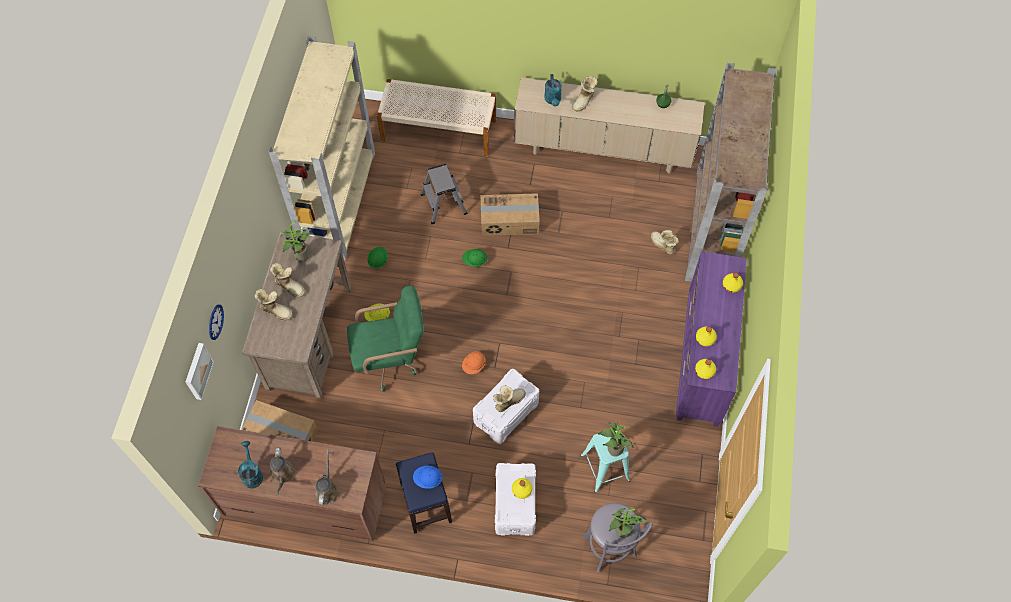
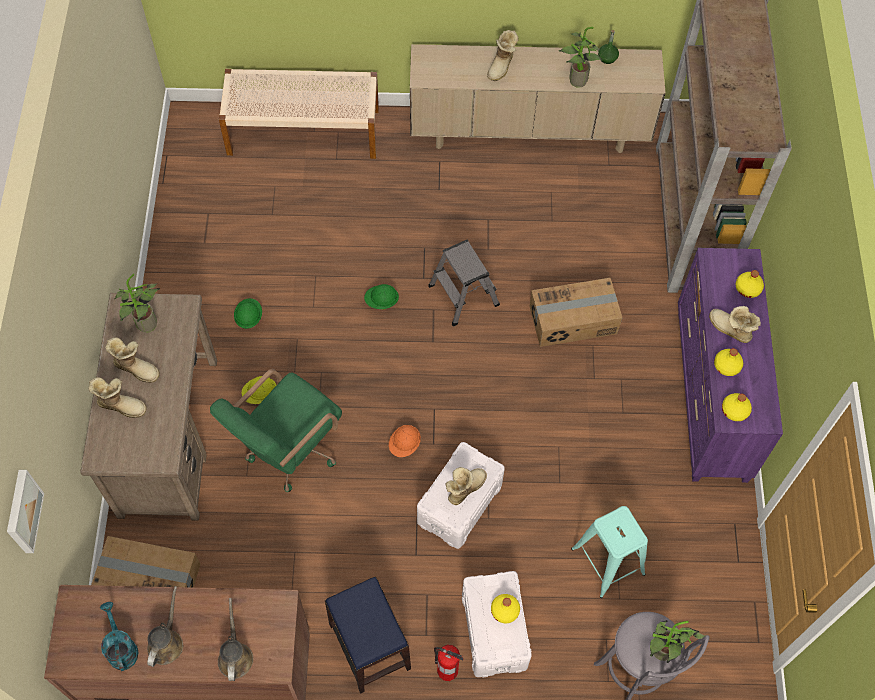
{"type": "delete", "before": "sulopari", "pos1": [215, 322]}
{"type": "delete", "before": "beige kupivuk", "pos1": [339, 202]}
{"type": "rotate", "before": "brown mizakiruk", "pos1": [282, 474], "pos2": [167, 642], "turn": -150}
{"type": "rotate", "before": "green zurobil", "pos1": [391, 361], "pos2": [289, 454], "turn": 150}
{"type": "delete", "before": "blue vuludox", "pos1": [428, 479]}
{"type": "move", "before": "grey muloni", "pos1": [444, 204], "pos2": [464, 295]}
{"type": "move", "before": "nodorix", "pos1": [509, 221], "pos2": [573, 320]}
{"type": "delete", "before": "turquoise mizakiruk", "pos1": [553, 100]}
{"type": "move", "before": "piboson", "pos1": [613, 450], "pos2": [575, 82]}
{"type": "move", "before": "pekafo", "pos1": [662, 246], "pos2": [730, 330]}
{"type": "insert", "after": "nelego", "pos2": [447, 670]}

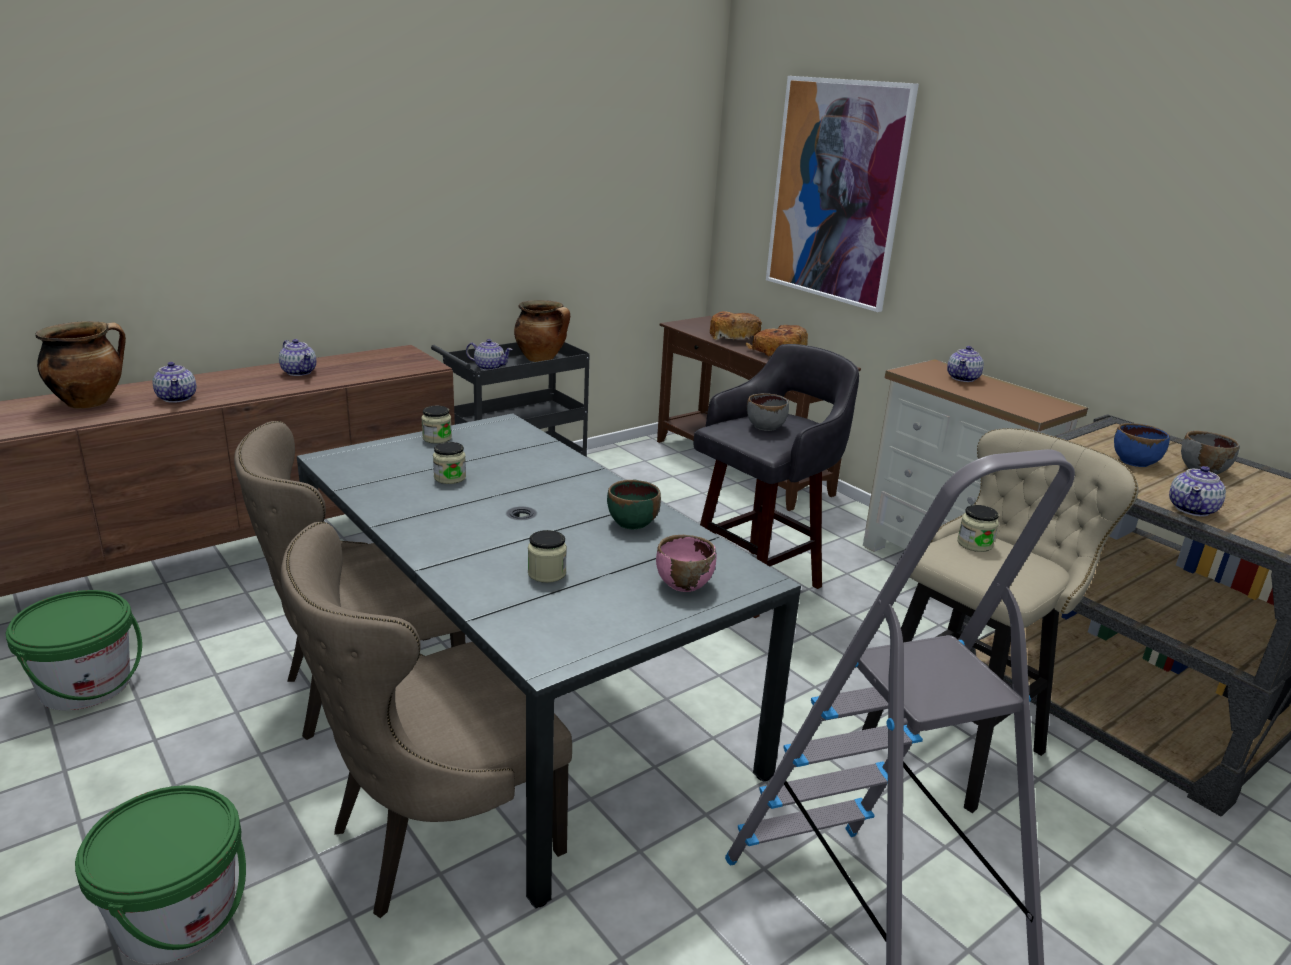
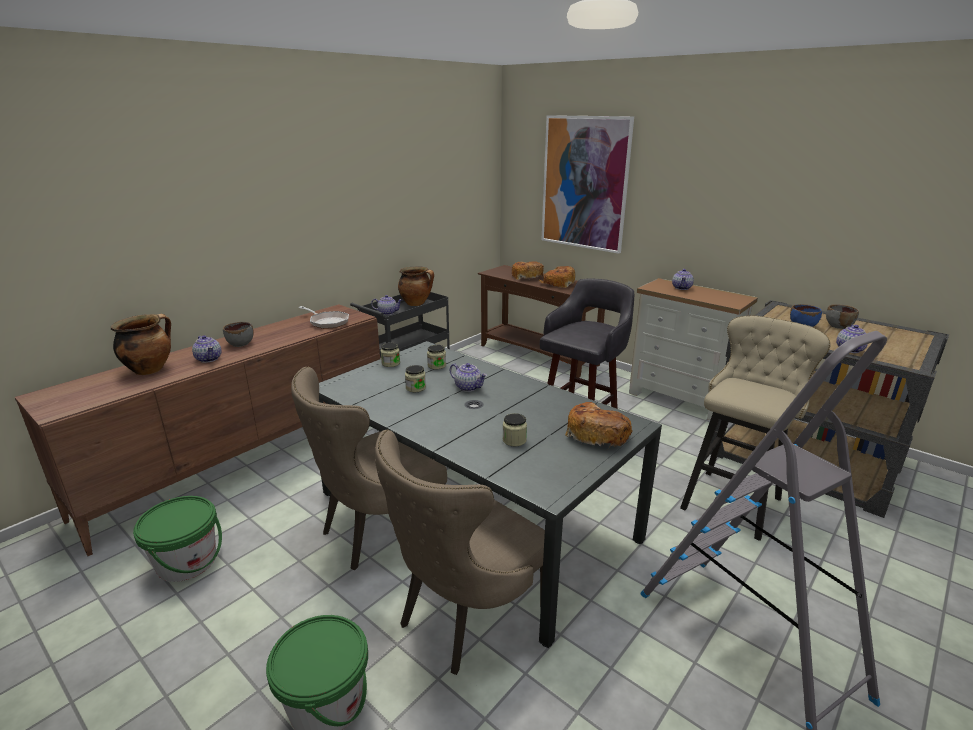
{"type": "move", "before": "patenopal", "pos1": [299, 372], "pos2": [468, 387]}
{"type": "delete", "before": "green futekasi", "pos1": [632, 523]}
{"type": "replace", "before": "pink futekasi", "after": "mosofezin", "pos1": [683, 583], "pos2": [597, 434]}
{"type": "move", "before": "grey futekasi", "pos1": [765, 426], "pos2": [240, 344]}
{"type": "move", "before": "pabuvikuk", "pos1": [974, 544], "pos2": [436, 365]}
{"type": "insert", "after": "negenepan", "pos2": [327, 322]}

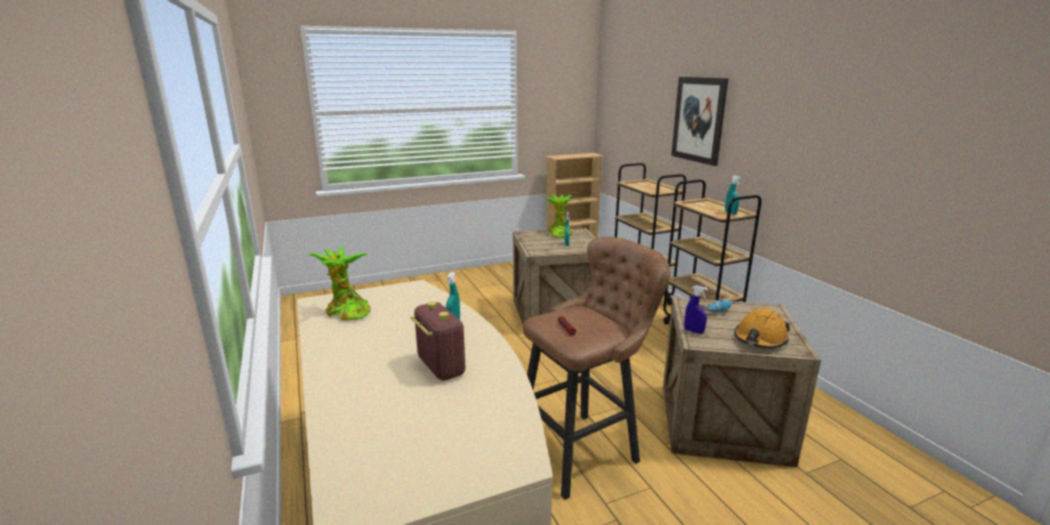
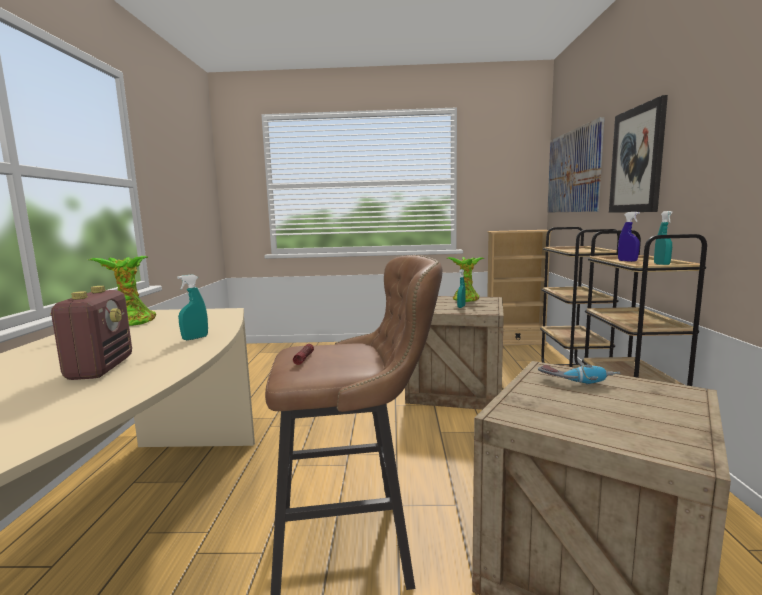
{"type": "move", "before": "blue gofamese", "pos1": [693, 331], "pos2": [627, 261]}
{"type": "delete", "before": "orange vuludox", "pos1": [760, 339]}
{"type": "insert", "after": "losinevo", "pos2": [573, 171]}

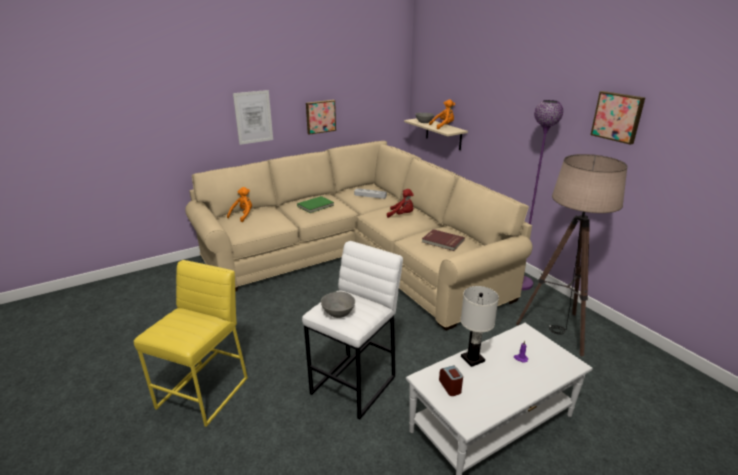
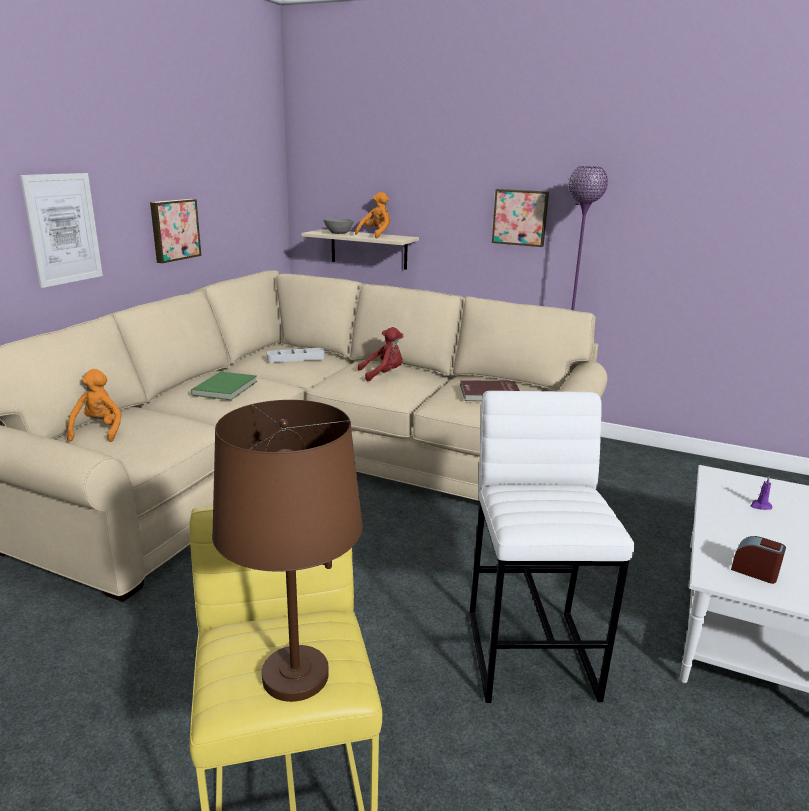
{"type": "delete", "before": "grey futekasi", "pos1": [338, 313]}
{"type": "delete", "before": "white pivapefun", "pos1": [472, 359]}
{"type": "delete", "before": "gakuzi", "pos1": [557, 330]}
{"type": "move", "before": "losinevo", "pos1": [618, 117], "pos2": [520, 217]}
{"type": "insert", "after": "brown pivapefun", "pos2": [294, 676]}

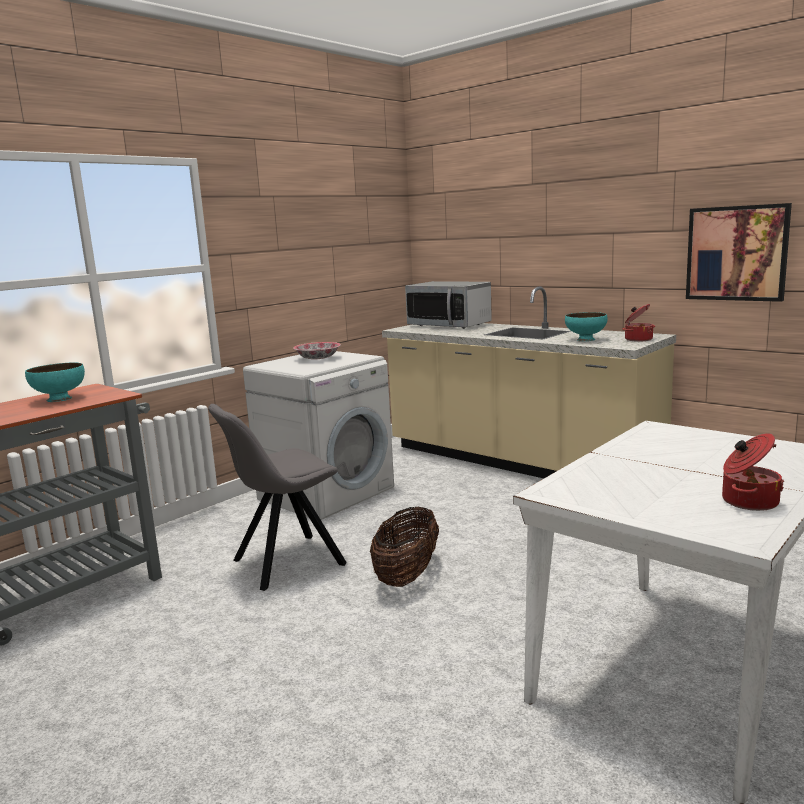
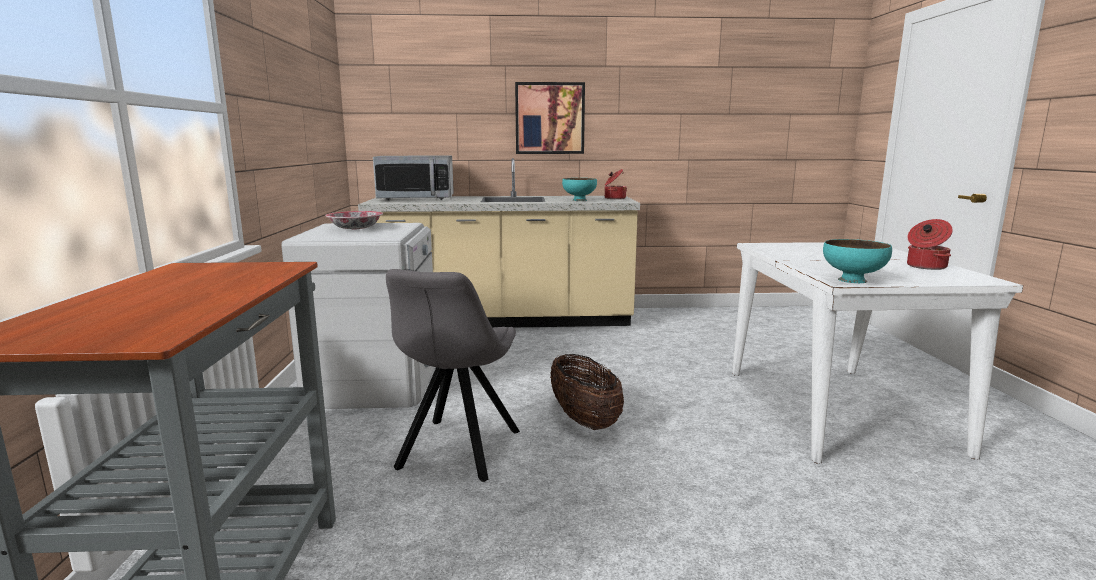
{"type": "move", "before": "turquoise futekasi", "pos1": [60, 399], "pos2": [853, 280]}
{"type": "move", "before": "losinevo", "pos1": [736, 253], "pos2": [549, 118]}

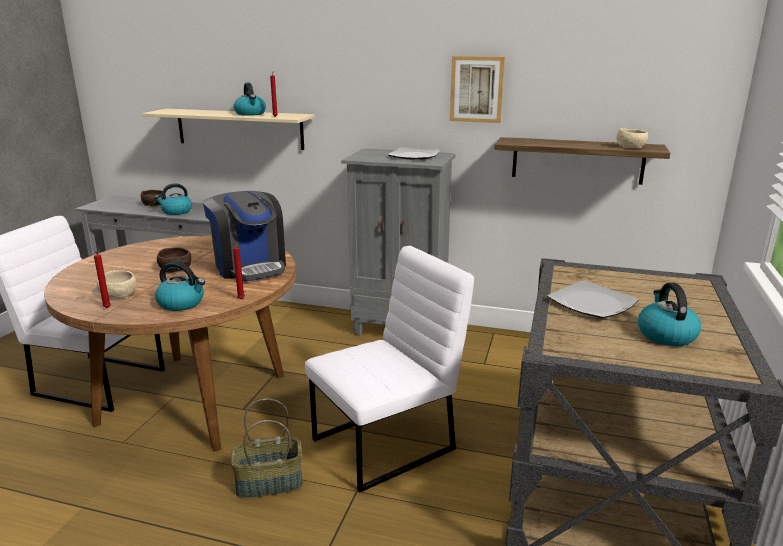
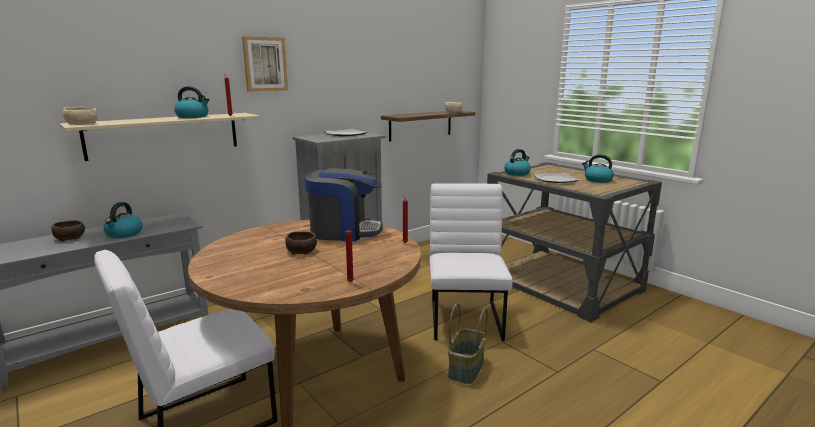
{"type": "move", "before": "beige futekasi", "pos1": [119, 295], "pos2": [83, 124]}
{"type": "move", "before": "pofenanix", "pos1": [182, 303], "pos2": [517, 173]}
{"type": "move", "before": "losinevo", "pos1": [477, 89], "pos2": [265, 64]}

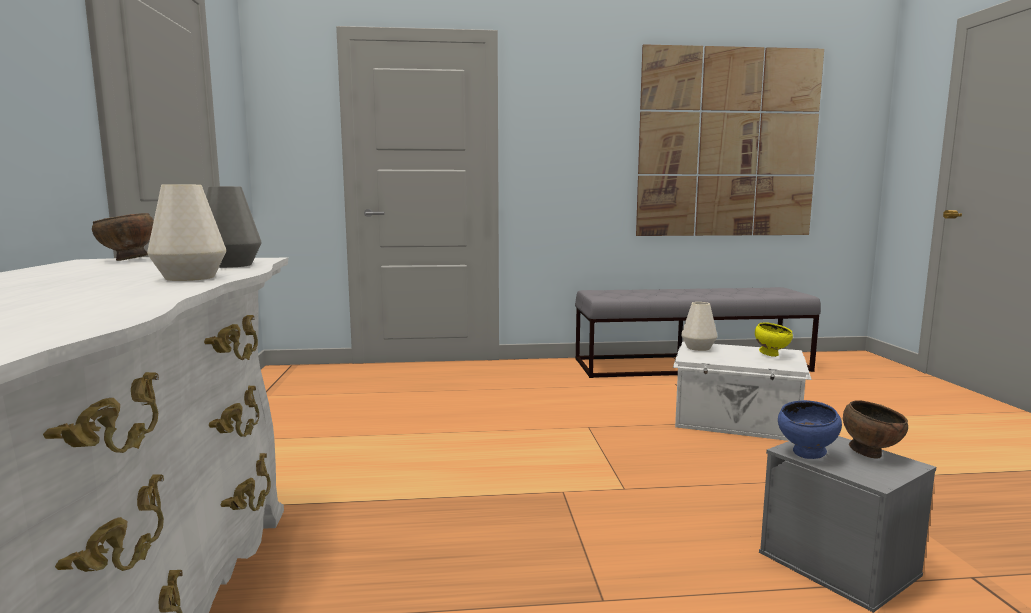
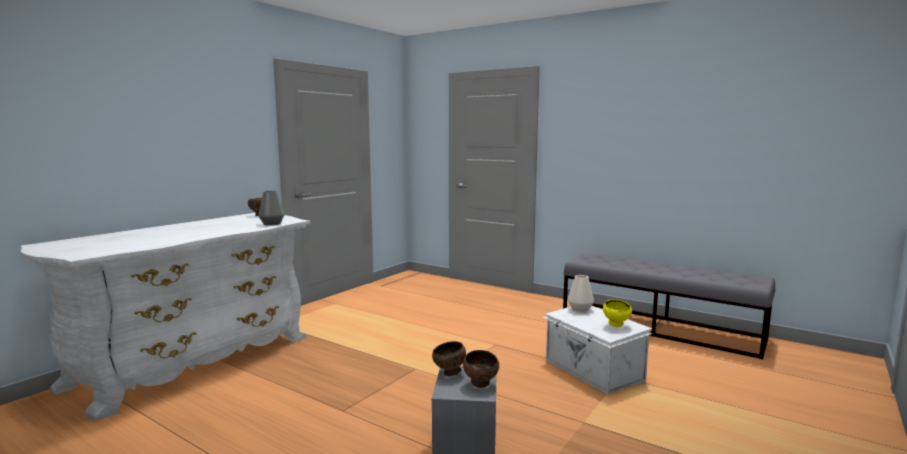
{"type": "delete", "before": "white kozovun", "pos1": [190, 278]}
{"type": "delete", "before": "losinevo", "pos1": [727, 143]}
{"type": "recolor", "before": "blue futekasi", "after": "brown futekasi", "pos1": [807, 455], "pos2": [449, 373]}

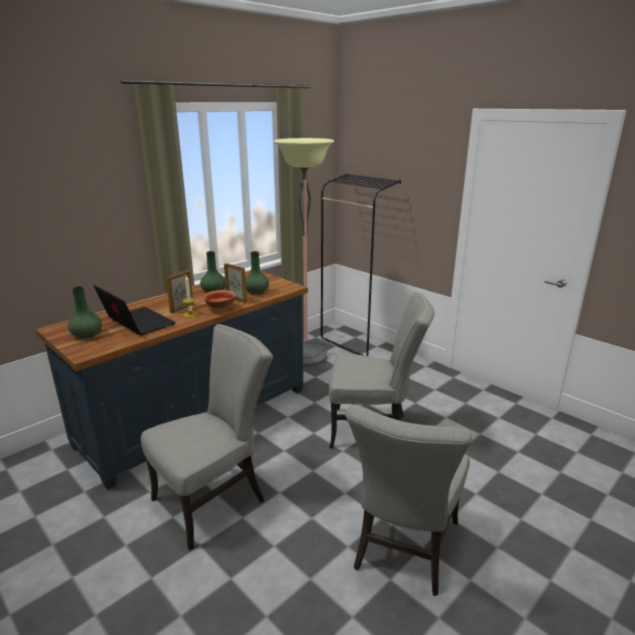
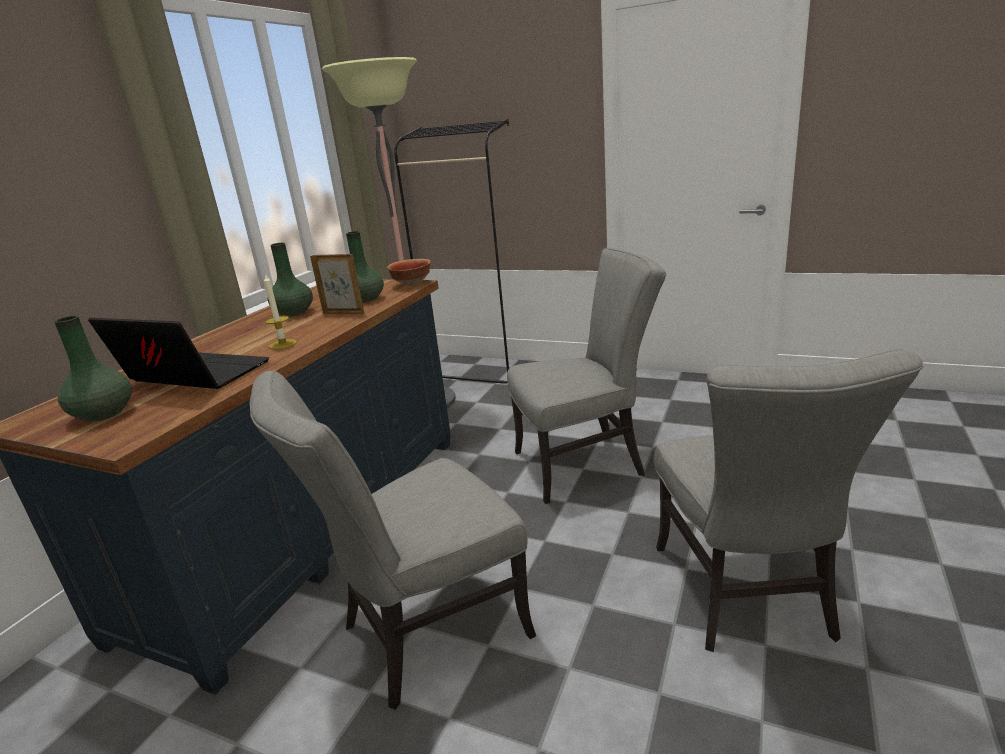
{"type": "rotate", "before": "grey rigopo", "pos1": [215, 498], "pos2": [424, 633], "turn": -150}
{"type": "delete", "before": "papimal", "pos1": [182, 308]}
{"type": "move", "before": "futekasi", "pos1": [220, 309], "pos2": [412, 284]}

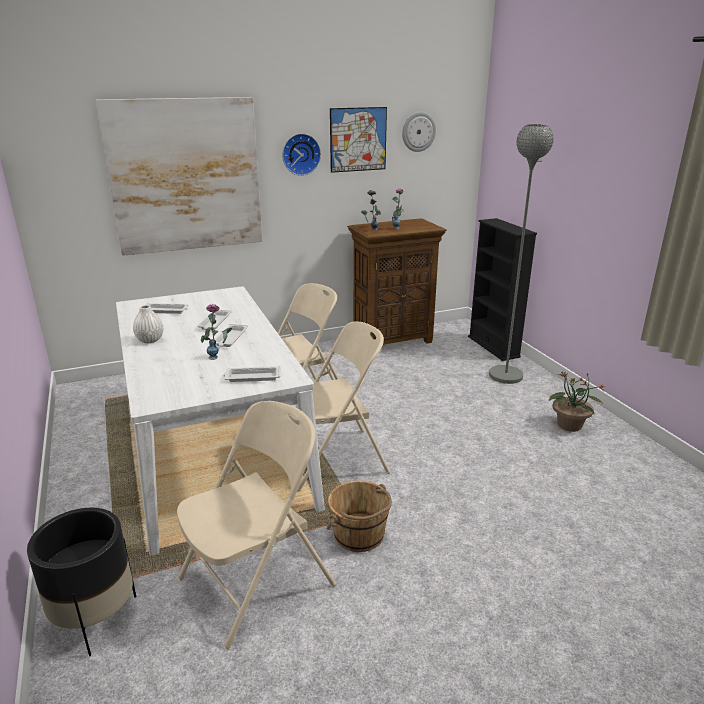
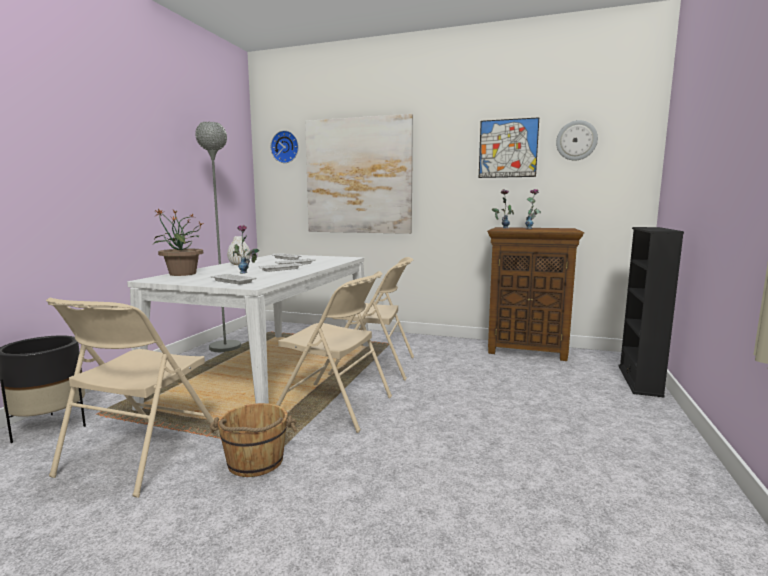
{"type": "rotate", "before": "beige rigopo", "pos1": [256, 582], "pos2": [142, 454], "turn": 105}
{"type": "move", "before": "sulopari", "pos1": [300, 154], "pos2": [285, 147]}
{"type": "move", "before": "grey gakuzi", "pos1": [506, 375], "pos2": [225, 347]}
{"type": "move", "before": "piboson", "pos1": [570, 426], "pos2": [182, 274]}

